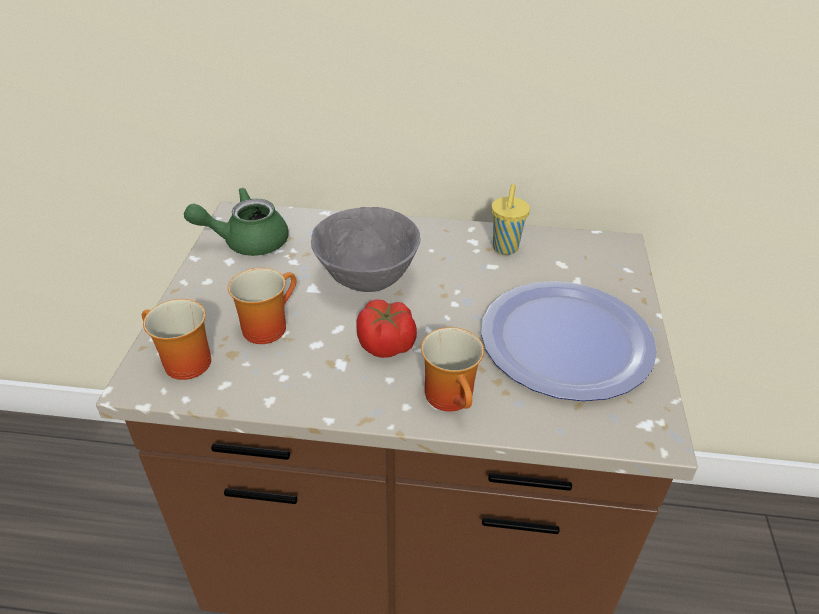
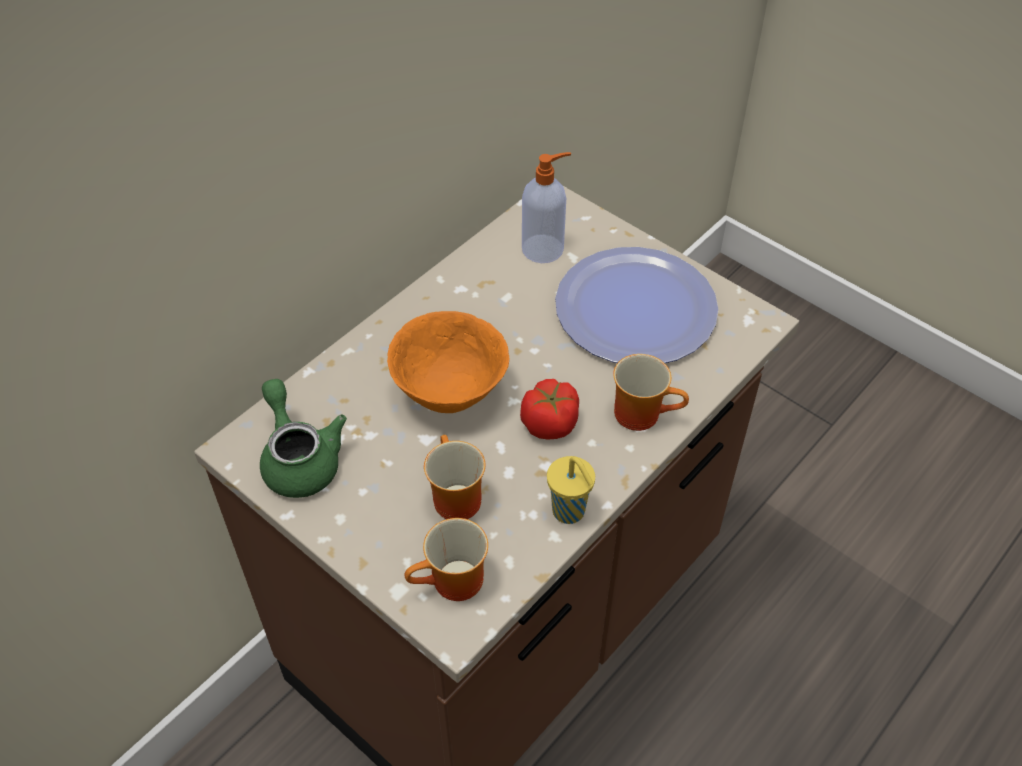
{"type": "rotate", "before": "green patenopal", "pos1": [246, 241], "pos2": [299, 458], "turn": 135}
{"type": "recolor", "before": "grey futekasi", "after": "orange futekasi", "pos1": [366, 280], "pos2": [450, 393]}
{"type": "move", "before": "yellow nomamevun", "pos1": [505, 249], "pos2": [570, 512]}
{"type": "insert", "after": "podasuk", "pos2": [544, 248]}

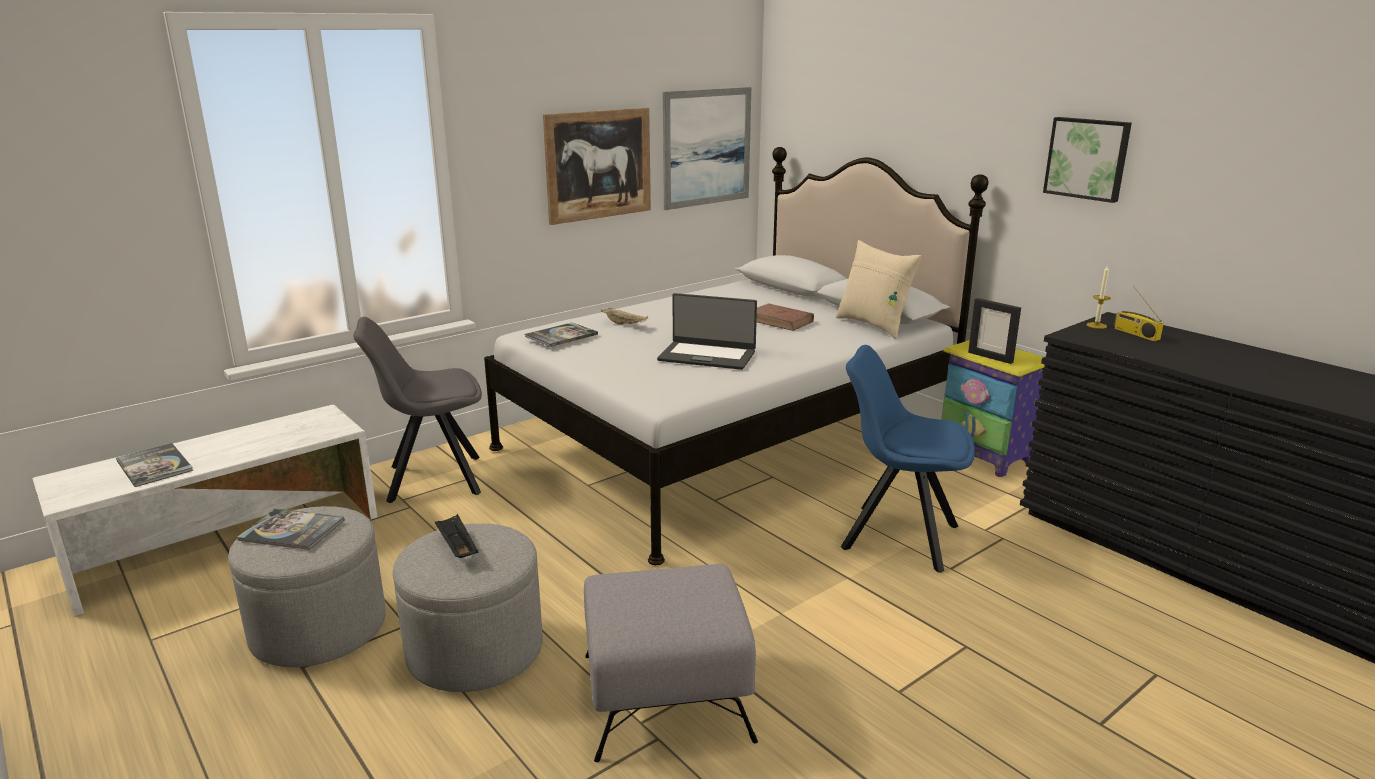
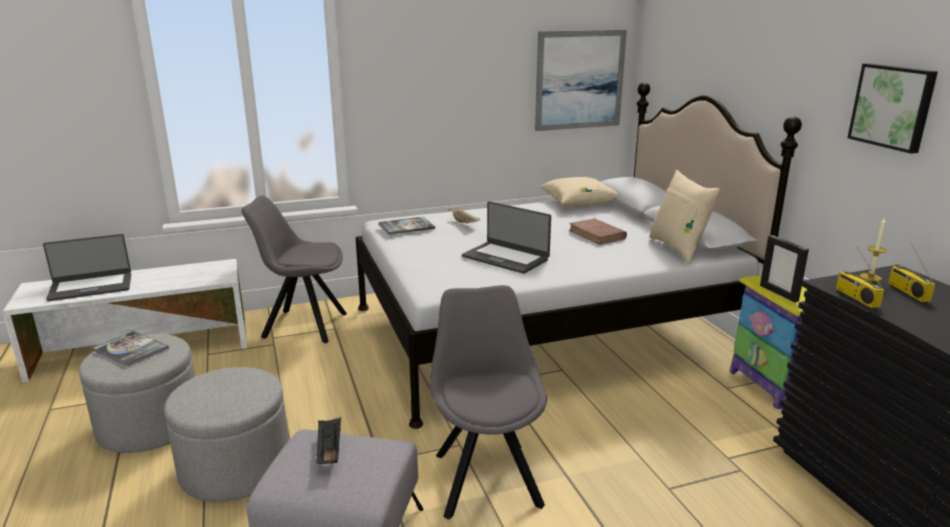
{"type": "replace", "before": "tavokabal", "after": "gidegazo", "pos1": [154, 466], "pos2": [91, 287]}
{"type": "move", "before": "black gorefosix", "pos1": [457, 548], "pos2": [329, 450]}
{"type": "delete", "before": "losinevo", "pos1": [598, 164]}
{"type": "delete", "before": "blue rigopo", "pos1": [899, 537]}
{"type": "insert", "after": "grey rigopo", "pos2": [486, 479]}
{"type": "insert", "after": "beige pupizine", "pos2": [578, 203]}
{"type": "insert", "after": "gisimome", "pos2": [855, 297]}

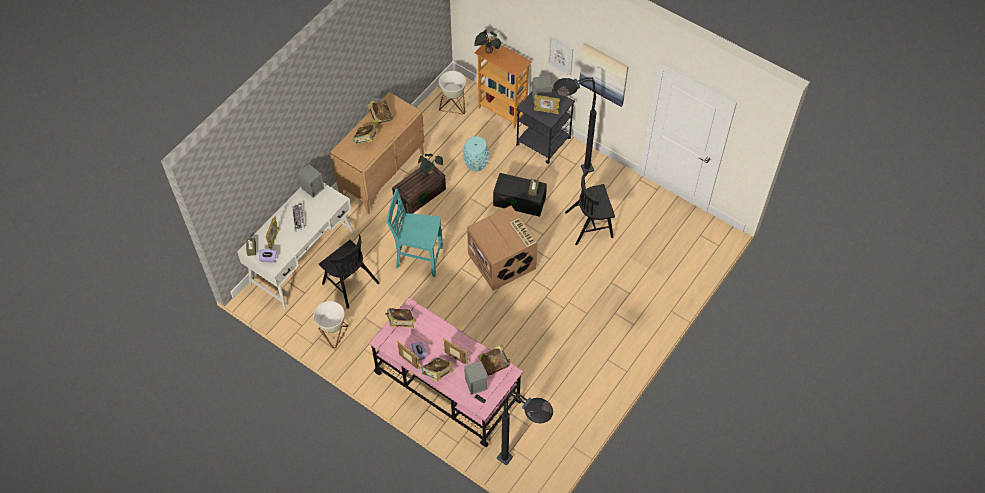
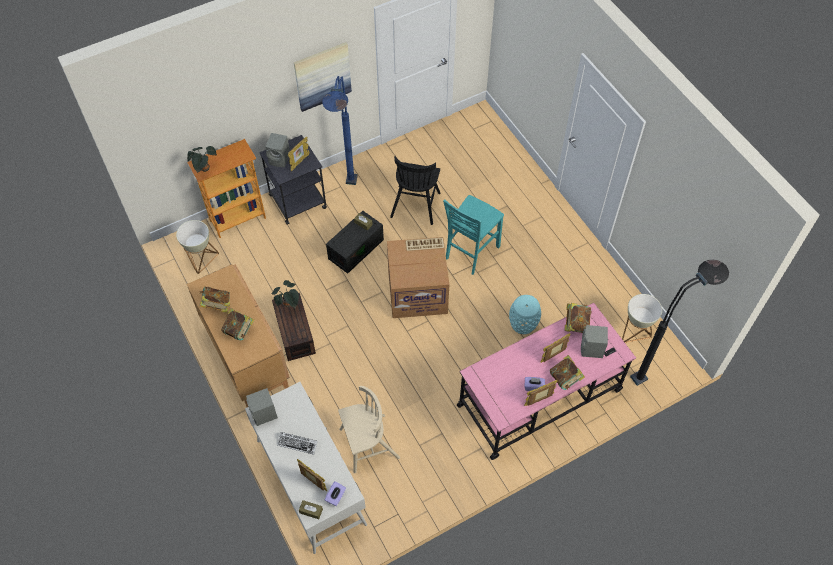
{"type": "move", "before": "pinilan", "pos1": [333, 335], "pos2": [635, 332]}
{"type": "recolor", "before": "black rigopo", "after": "beige rigopo", "pos1": [348, 281], "pos2": [366, 444]}
{"type": "delete", "before": "tavokabal", "pos1": [400, 323]}
{"type": "move", "before": "turquoise rigopo", "pos1": [418, 258], "pos2": [470, 252]}
{"type": "move", "before": "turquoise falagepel", "pos1": [476, 163], "pos2": [523, 324]}
{"type": "delete", "before": "losinevo", "pos1": [560, 55]}
{"type": "recolor", "before": "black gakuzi", "after": "blue gakuzi", "pos1": [566, 174], "pos2": [347, 198]}

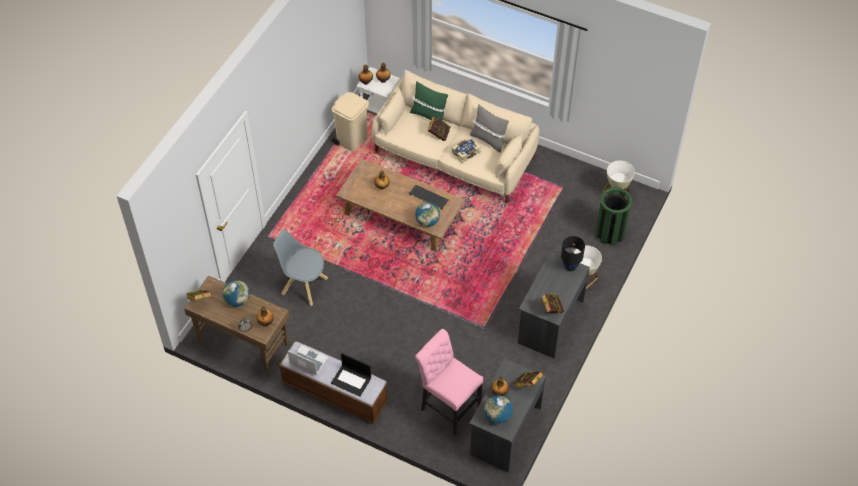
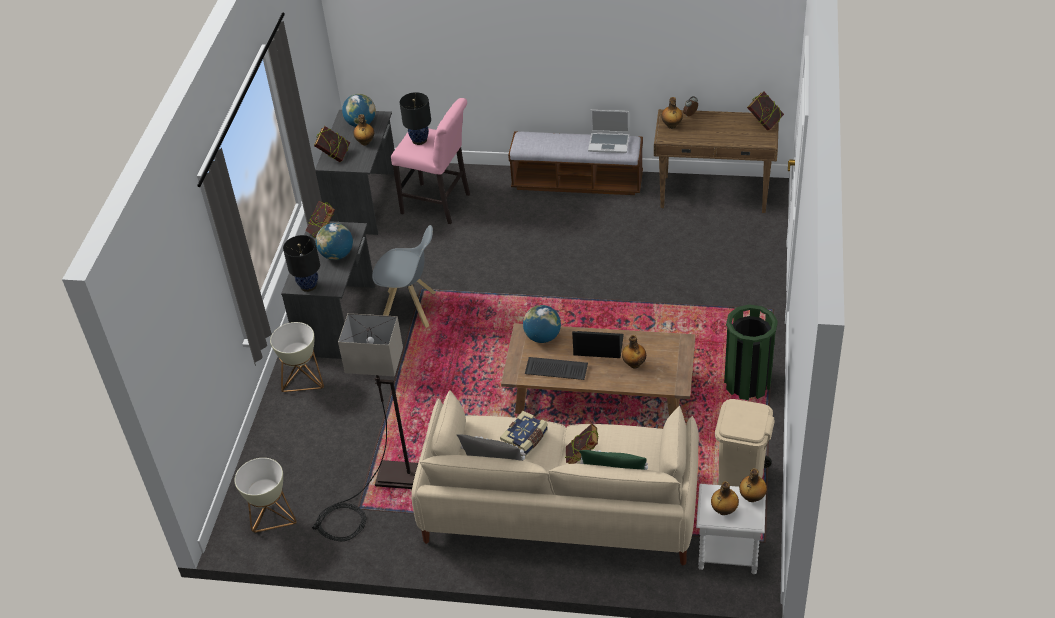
{"type": "move", "before": "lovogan", "pos1": [237, 300], "pos2": [337, 255]}
{"type": "move", "before": "grey rigopo", "pos1": [303, 285], "pos2": [410, 309]}
{"type": "move", "before": "gidegazo", "pos1": [352, 380], "pos2": [597, 346]}
{"type": "move", "before": "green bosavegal", "pos1": [609, 233], "pos2": [747, 383]}
{"type": "insert", "after": "gakuzi", "pos2": [367, 500]}
{"type": "insert", "after": "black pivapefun", "pos2": [419, 140]}

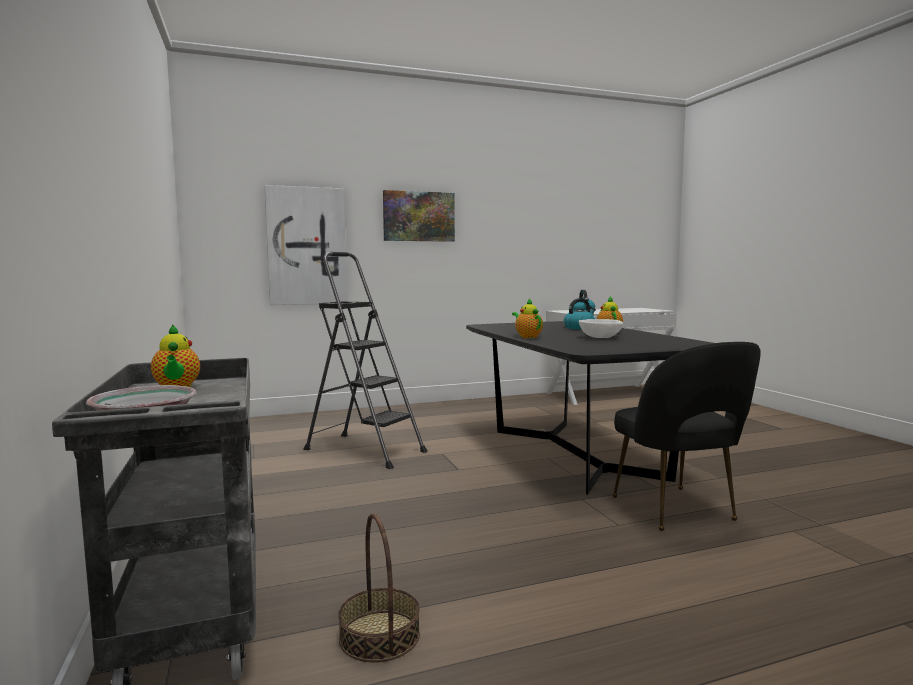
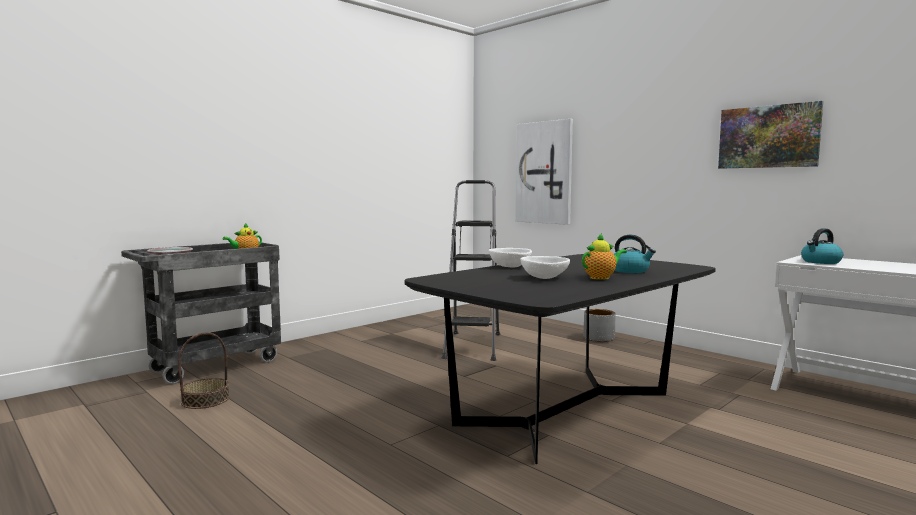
{"type": "move", "before": "losinevo", "pos1": [418, 216], "pos2": [768, 137]}
{"type": "replace", "before": "patenopal", "after": "white futekasi", "pos1": [527, 337], "pos2": [510, 266]}
{"type": "delete", "before": "black rigopo", "pos1": [677, 512]}
{"type": "insert", "after": "grey pinilan", "pos2": [599, 338]}

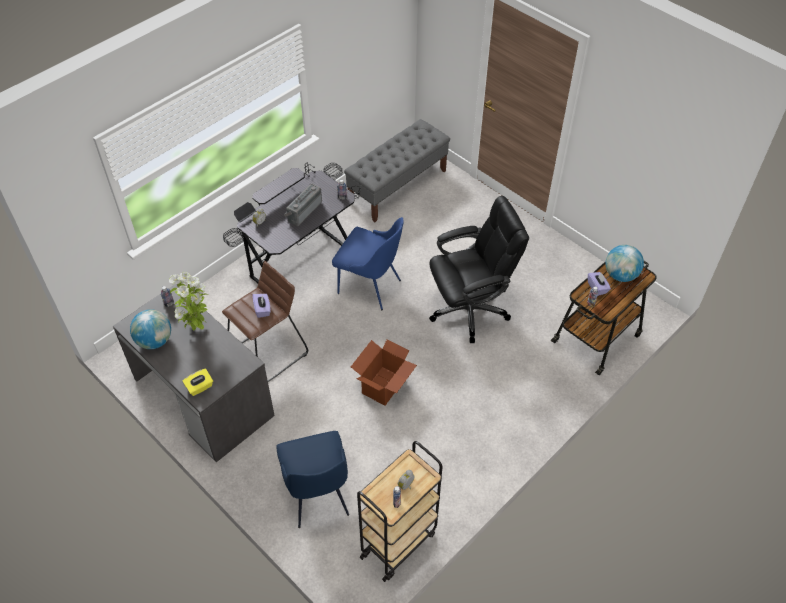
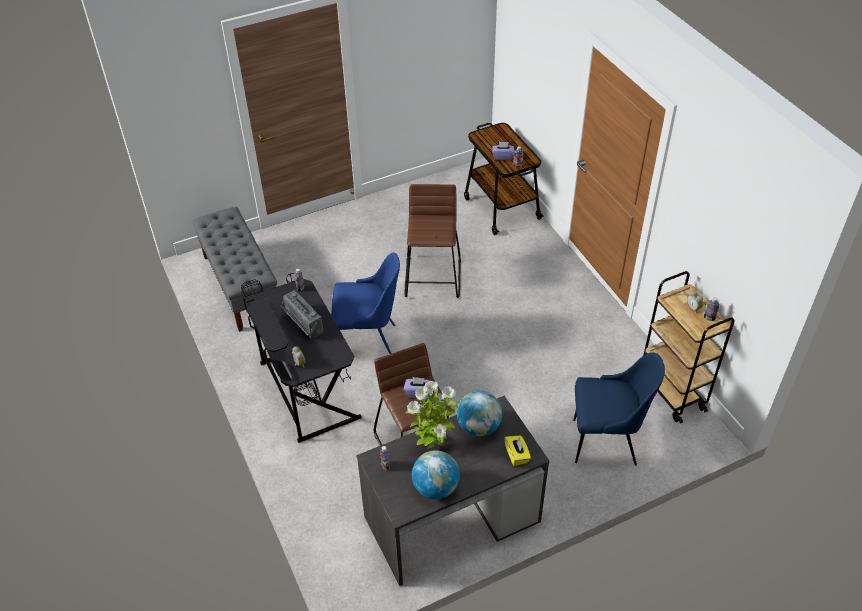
{"type": "rotate", "before": "blue rigopo", "pos1": [370, 287], "pos2": [368, 342], "turn": 45}
{"type": "delete", "before": "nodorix", "pos1": [384, 386]}
{"type": "replace", "before": "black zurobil", "after": "brown falagepel", "pos1": [469, 310], "pos2": [433, 278]}
{"type": "move", "before": "lovogan", "pos1": [620, 275], "pos2": [479, 427]}

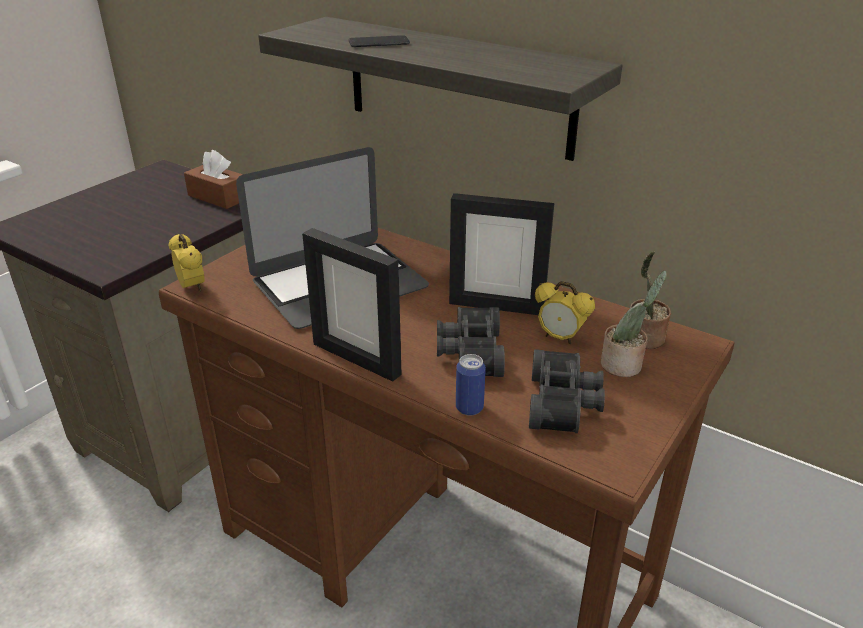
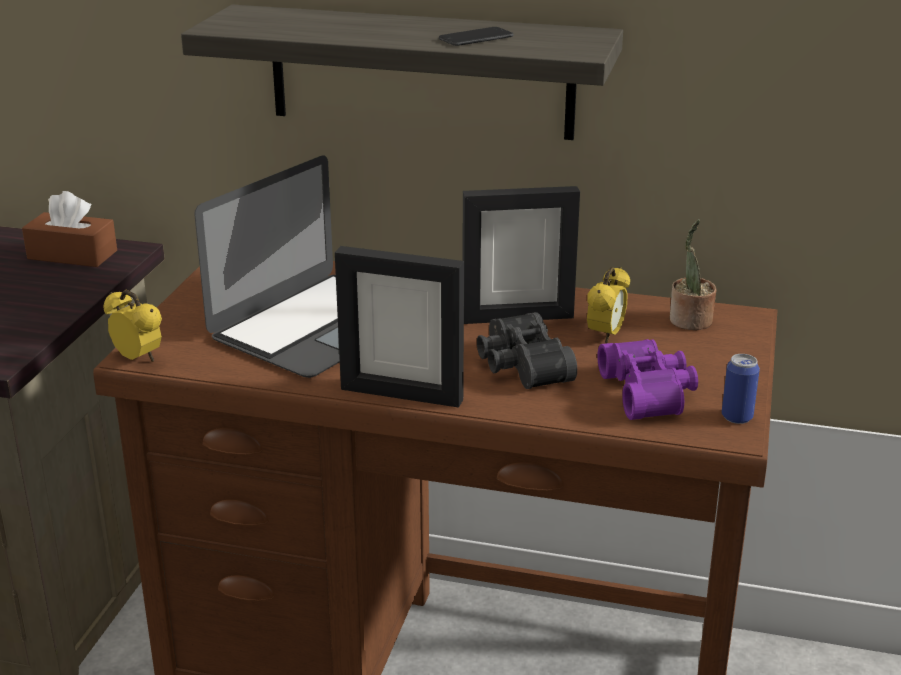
{"type": "move", "before": "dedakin", "pos1": [379, 43], "pos2": [476, 38]}
{"type": "move", "before": "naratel", "pos1": [469, 408], "pos2": [737, 417]}
{"type": "recolor", "before": "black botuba", "after": "purple botuba", "pos1": [565, 403], "pos2": [650, 392]}
{"type": "rotate", "before": "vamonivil", "pos1": [560, 338], "pos2": [606, 336], "turn": -75}
{"type": "delete", "before": "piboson", "pos1": [624, 365]}

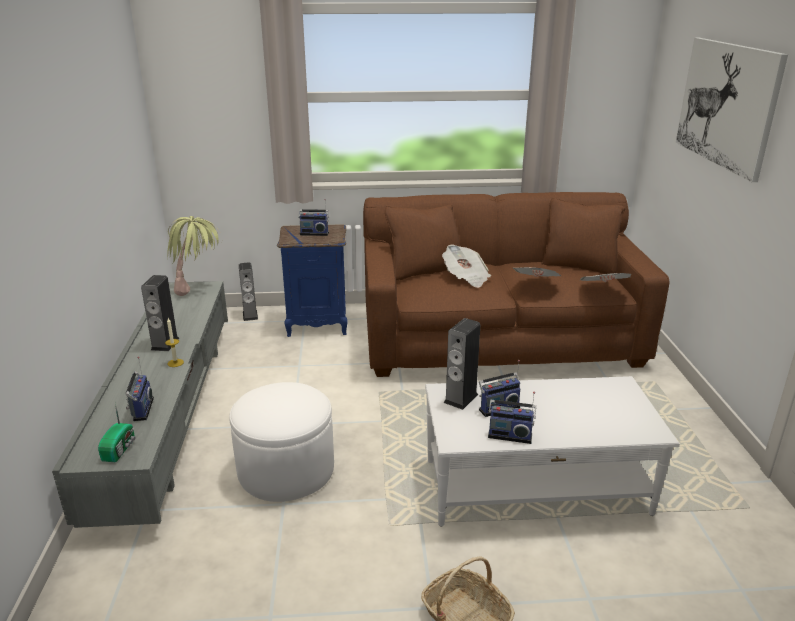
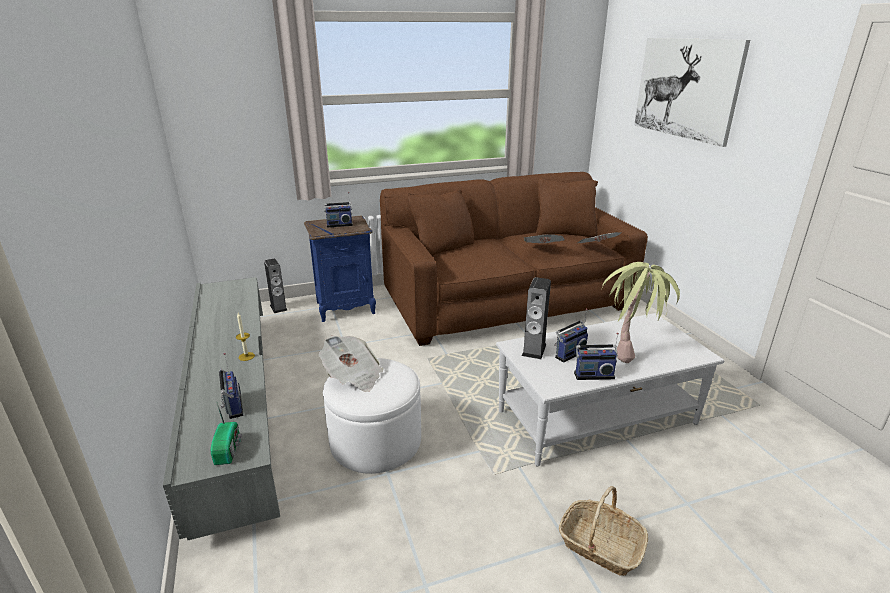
{"type": "delete", "before": "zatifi", "pos1": [165, 344]}
{"type": "move", "before": "piboson", "pos1": [199, 289], "pos2": [631, 350]}
{"type": "move", "before": "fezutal", "pos1": [466, 278], "pos2": [353, 376]}

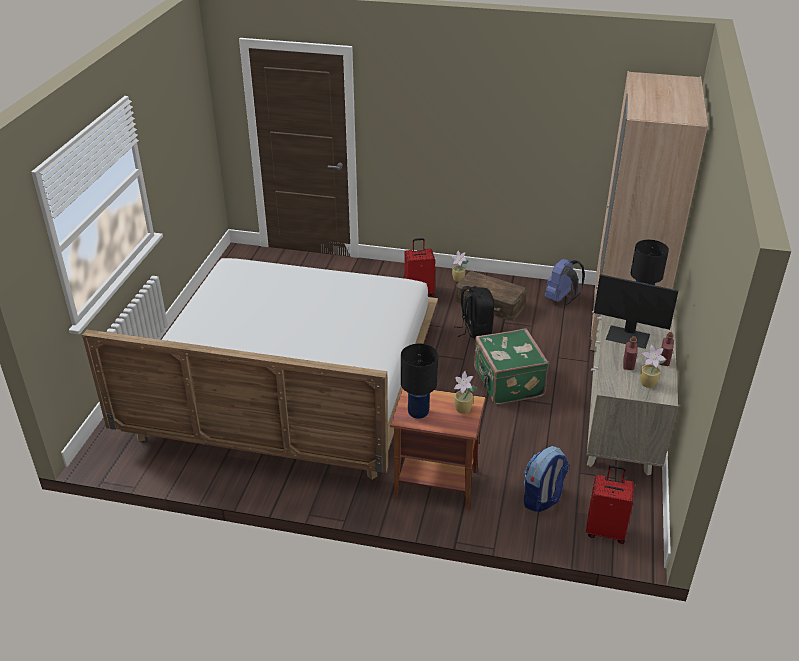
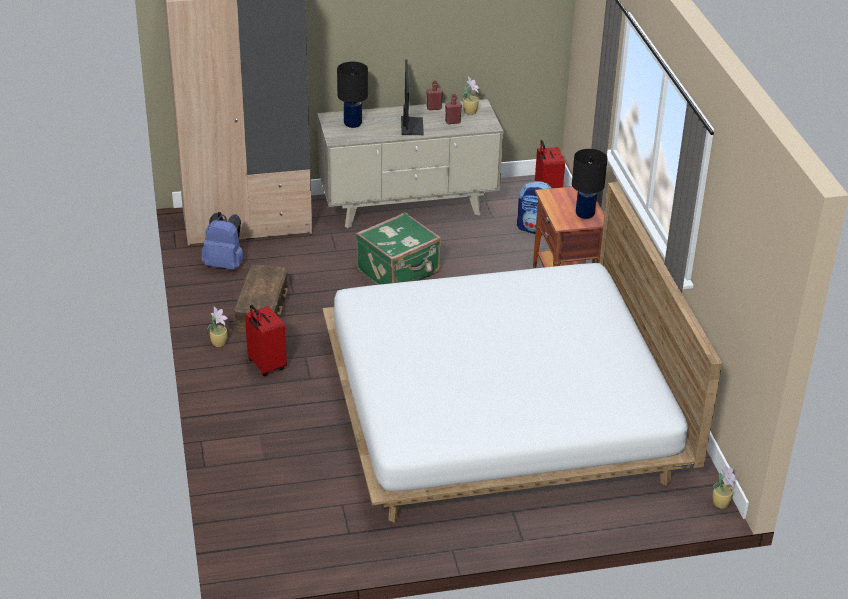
{"type": "delete", "before": "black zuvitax", "pos1": [475, 330]}
{"type": "move", "before": "piboson", "pos1": [463, 410], "pos2": [721, 503]}

